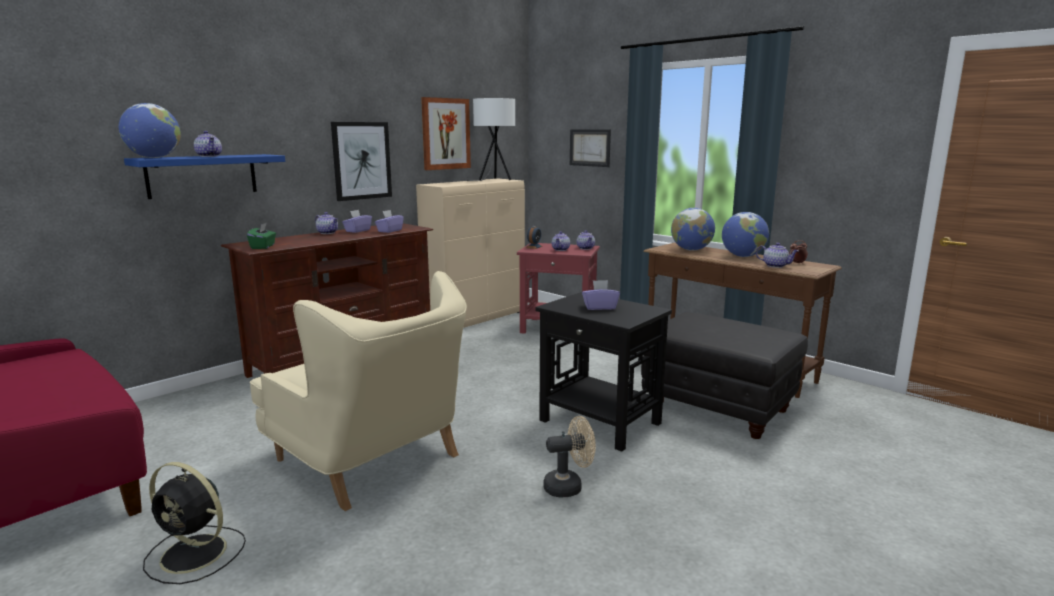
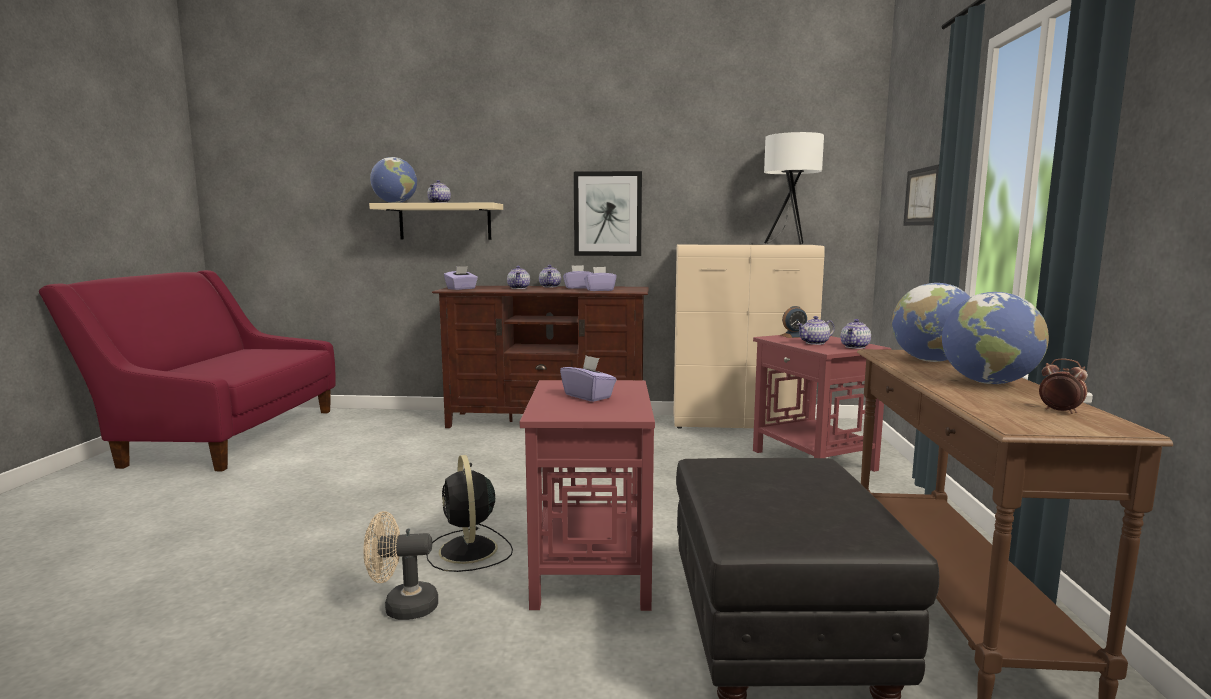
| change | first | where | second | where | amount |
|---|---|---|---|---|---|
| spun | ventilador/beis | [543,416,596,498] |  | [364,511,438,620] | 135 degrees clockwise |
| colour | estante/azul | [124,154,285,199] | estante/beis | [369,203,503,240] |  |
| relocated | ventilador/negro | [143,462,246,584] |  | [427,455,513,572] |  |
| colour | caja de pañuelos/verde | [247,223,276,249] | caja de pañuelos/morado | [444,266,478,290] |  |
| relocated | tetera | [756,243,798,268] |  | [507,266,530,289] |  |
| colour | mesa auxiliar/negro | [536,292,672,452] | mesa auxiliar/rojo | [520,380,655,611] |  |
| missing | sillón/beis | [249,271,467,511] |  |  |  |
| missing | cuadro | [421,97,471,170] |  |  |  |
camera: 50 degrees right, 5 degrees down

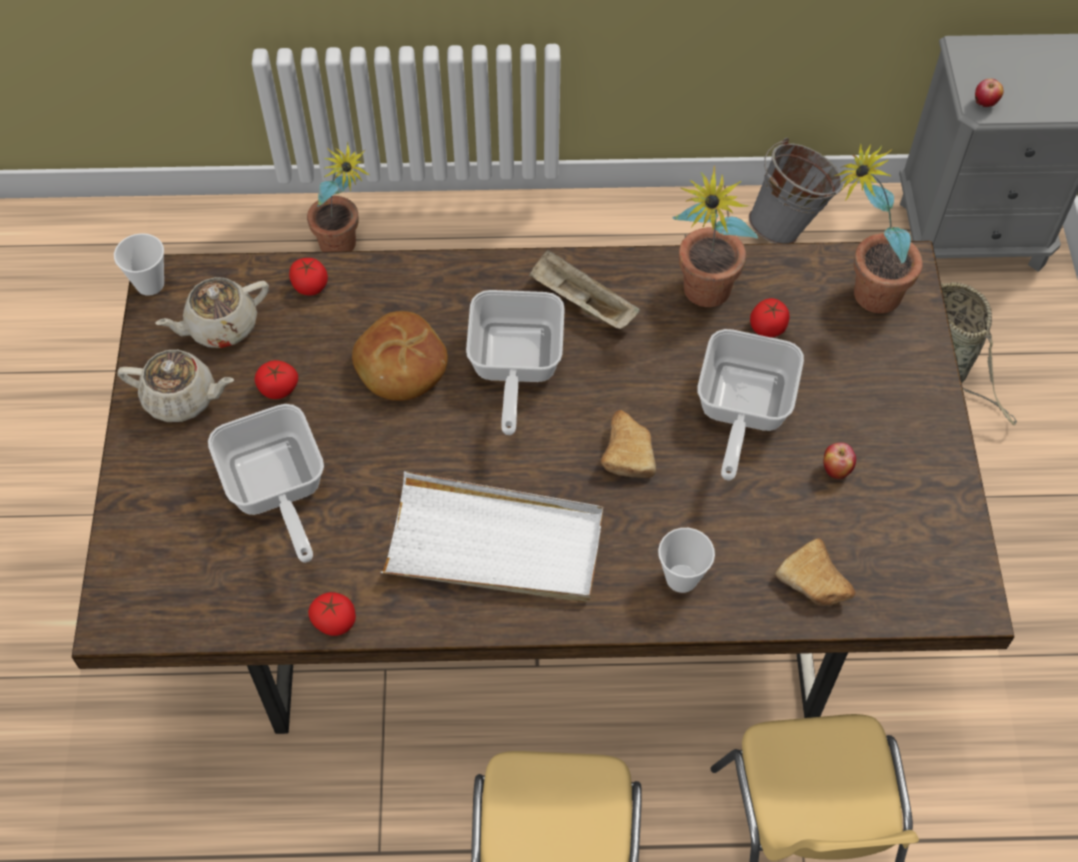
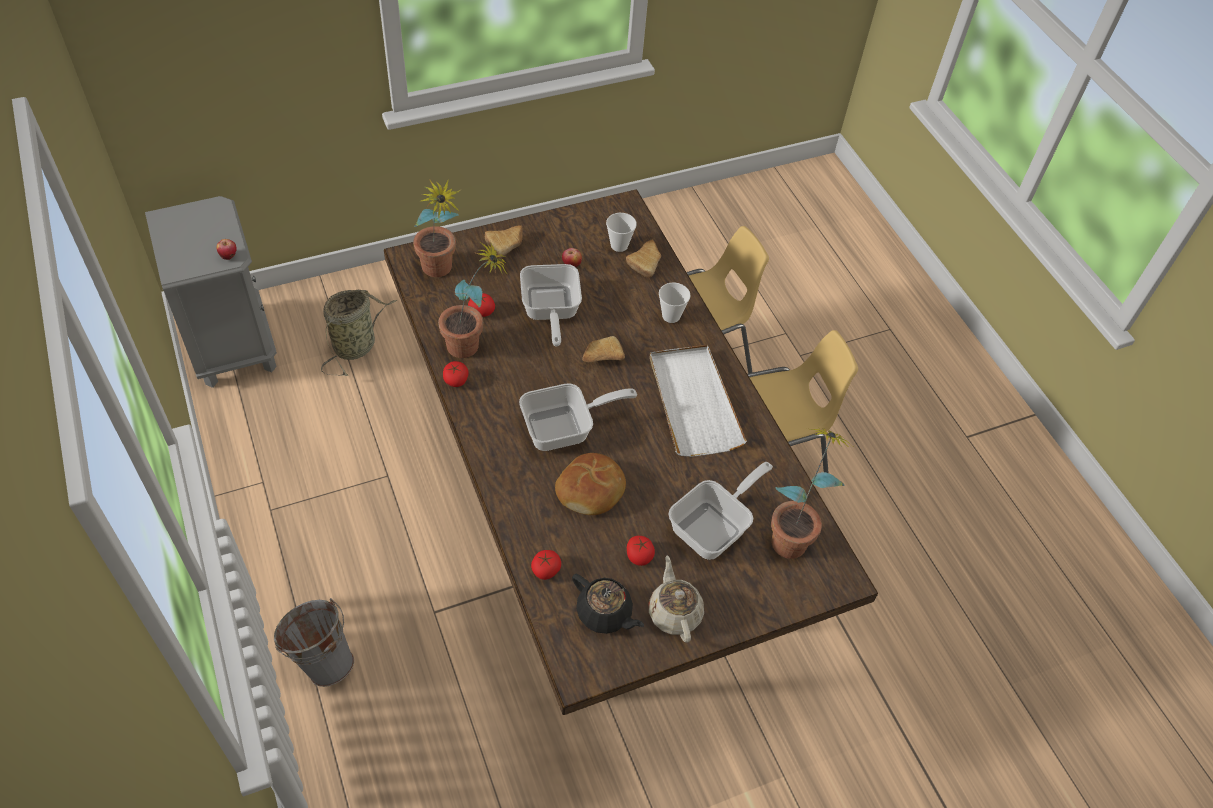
| change | first | where | second | where | amount |
|---|---|---|---|---|---|
| relocated | cubo/gris | [749,138,843,244] |  | [274,598,354,687] |  |
| relocated | tomate | [308,592,356,636] |  | [443,361,468,387] |  |
| appeared |  |  | pan | [485,225,523,259] |  |
| spun | sartén | [697,329,804,481] |  | [520,264,582,346] | 90 degrees clockwise |
| colour | tetera/beis | [155,277,269,348] | tetera/negro | [572,574,644,634] |  |
| relocated | taza | [114,233,164,296] |  | [606,213,637,252] |  |
| relocated | planta en maceta | [307,142,370,252] |  | [771,428,852,559] |  |
| missing | bandeja/beis | [529,249,640,329] |  |  |  |
camera: 115 degrees left, 5 degrees down

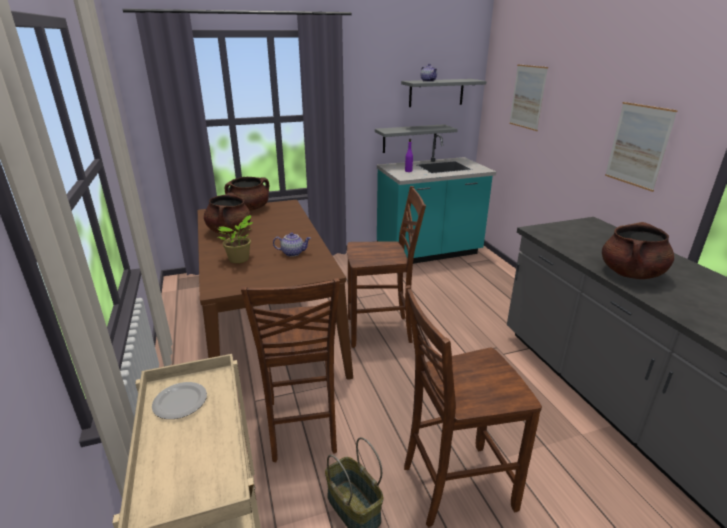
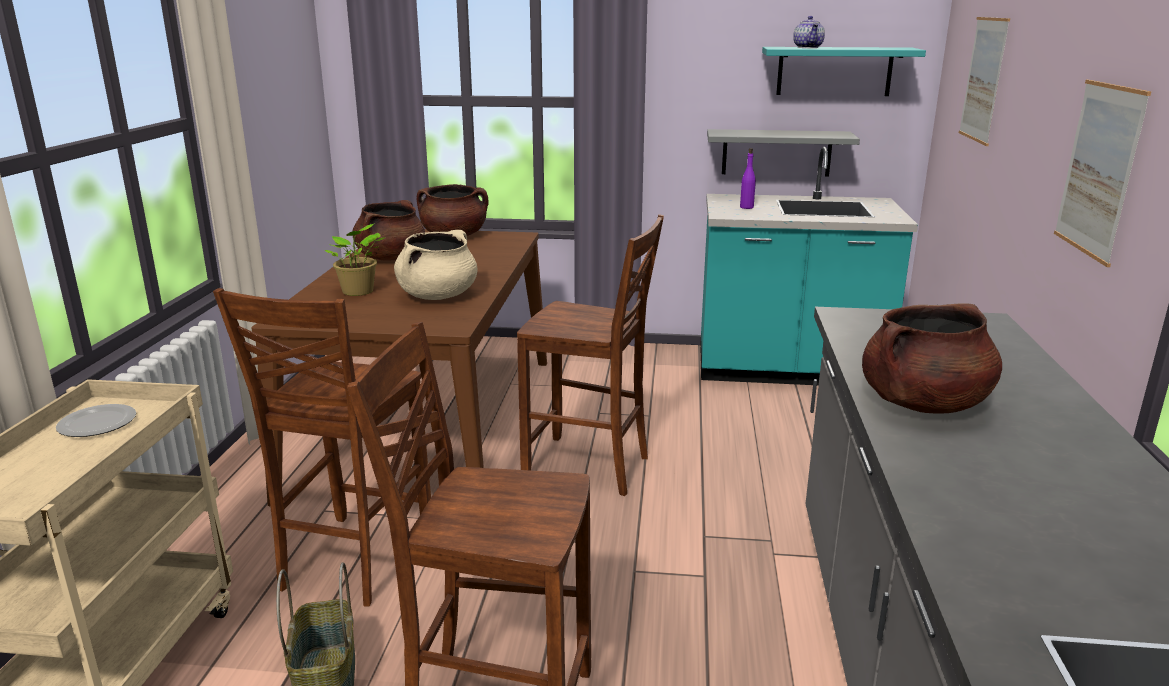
| change | first | where | second | where | amount |
|---|---|---|---|---|---|
| exchanged | tetera | [273,232,311,257] | olla/beis | [394,230,478,300] |  |
| colour | estante/gris | [401,79,487,107] | estante/turquesa | [762,47,926,96] |  |
camera: 25 degrees right, 5 degrees down

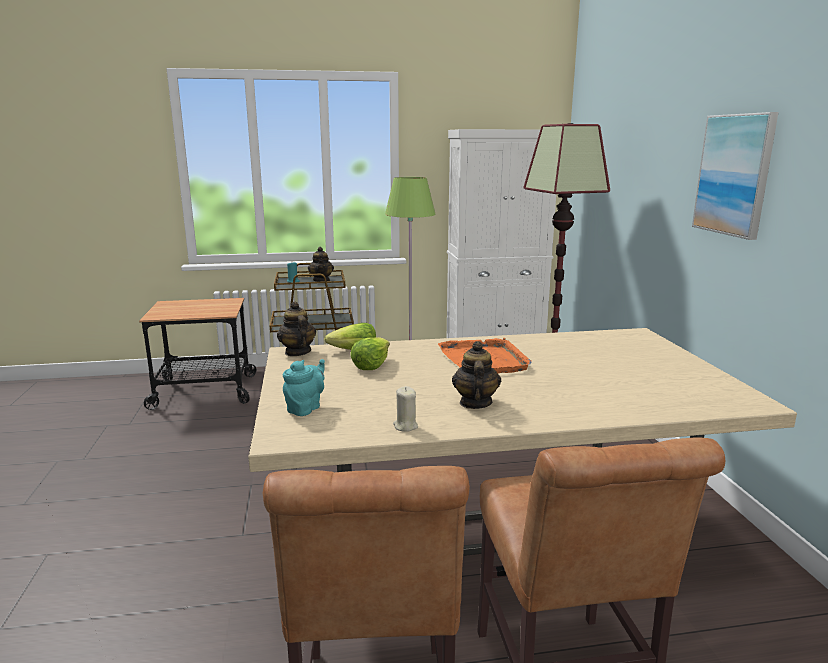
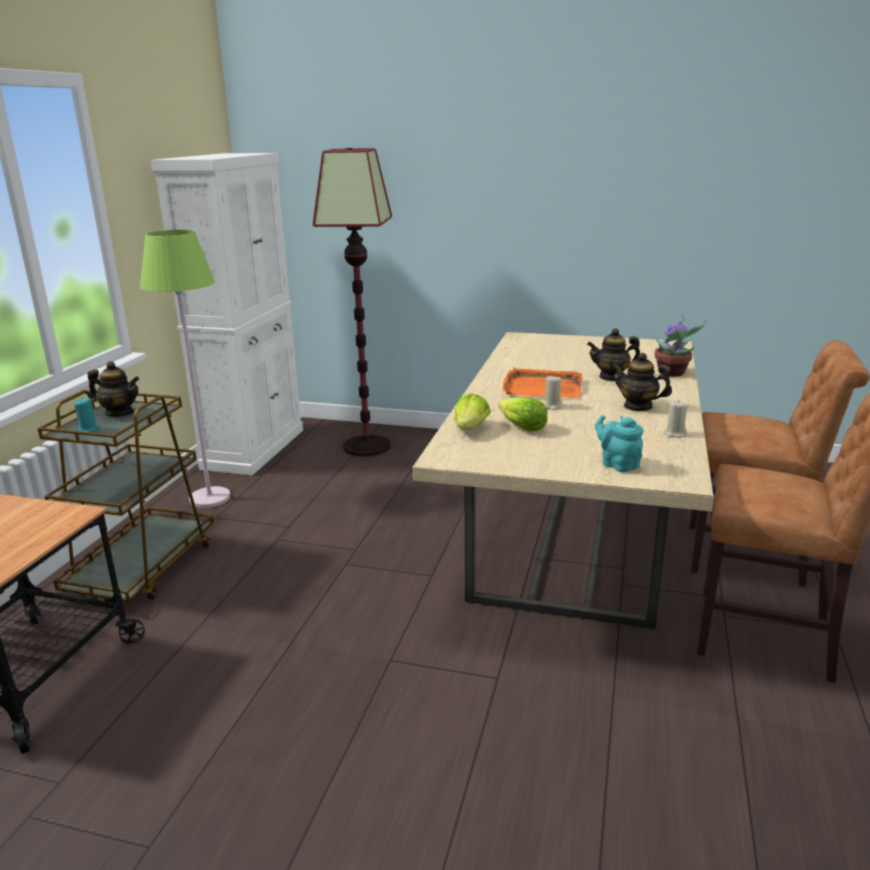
| change | first | where | second | where | amount |
|---|---|---|---|---|---|
| appeared |  |  | vela/beis | [544,376,563,410] |  |
| relocated | tetera | [277,301,316,356] |  | [587,328,640,381] |  |
| appeared |  |  | planta en maceta | [655,316,706,377] |  |
| missing | cuadro | [692,112,779,240] |  |  |  |
camera: 65 degrees left, 5 degrees up

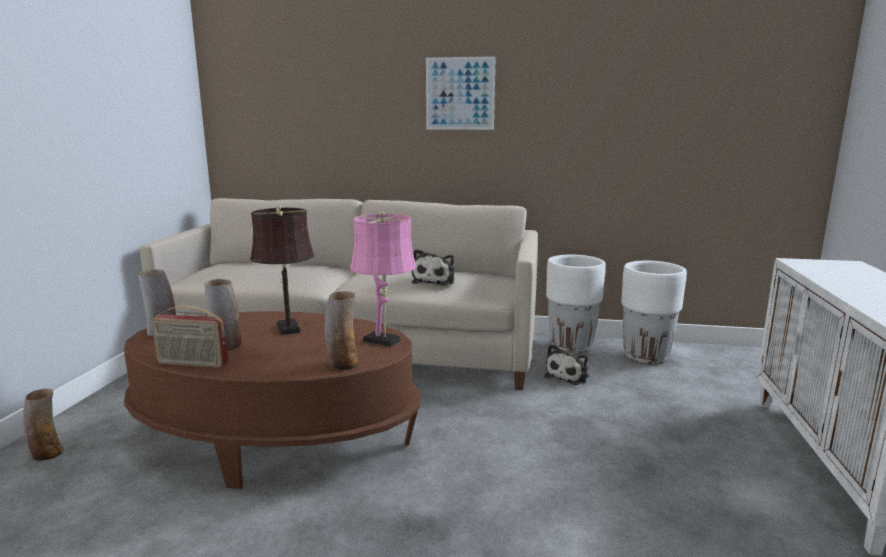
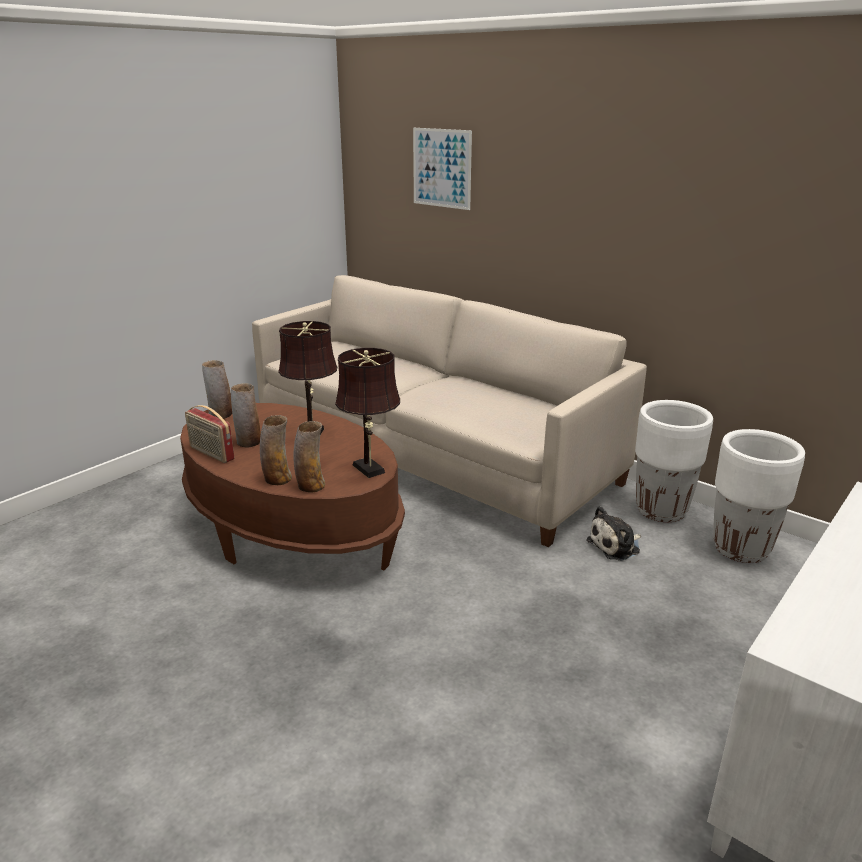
| change | first | where | second | where | amount |
|---|---|---|---|---|---|
| relocated | florero | [23,389,64,461] |  | [260,415,292,485] |  |
| colour | lámpara de mesa/rosa | [350,211,417,347] | lámpara de mesa/marrón | [335,348,400,478] |  |
| relocated | cuadro | [426,56,496,130] |  | [413,128,472,210] |  |
| missing | peluche | [412,249,455,285] |  |  |  |
camera: 30 degrees right, 10 degrees up

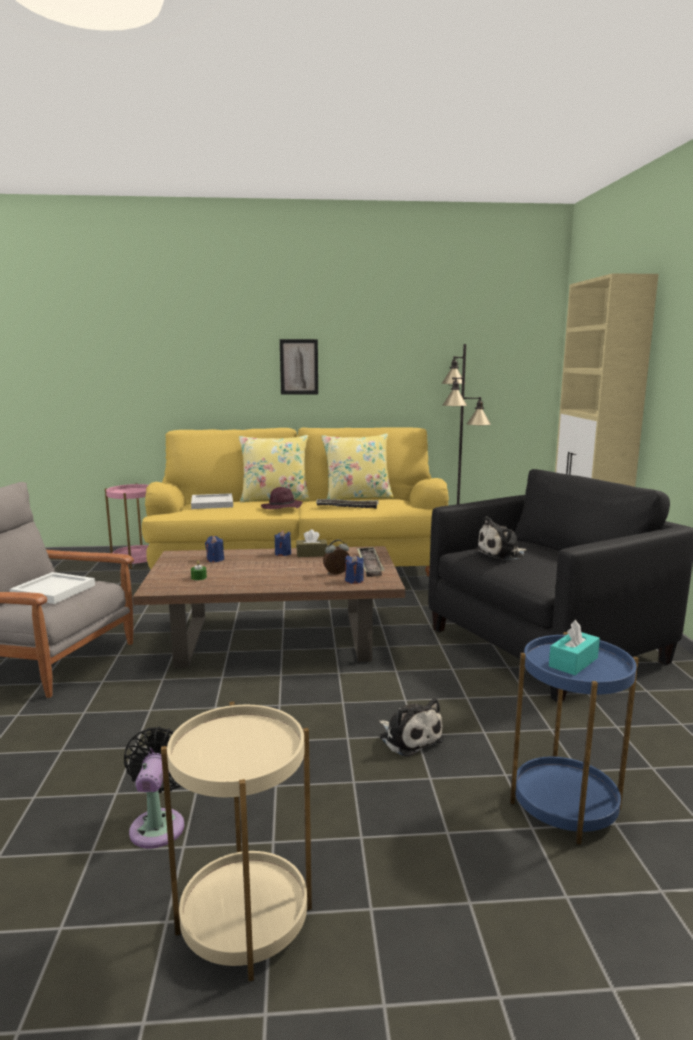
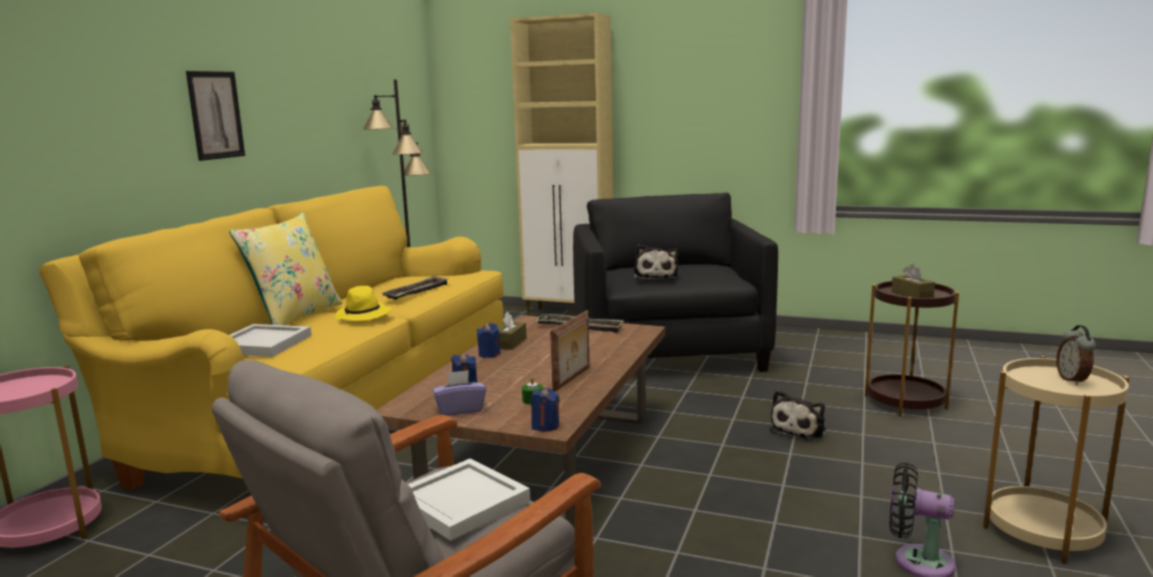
| change | first | where | second | where | amount |
|---|---|---|---|---|---|
| colour | sombrero/morado | [261,487,303,509] | sombrero/amarillo | [335,286,392,321] |  |
| appeared |  |  | caja de pañuelos/morado | [433,370,486,416] |  |
| relocated | vela/azul | [345,555,364,584] |  | [530,388,560,432] |  |
| appeared |  |  | portarretratos | [550,310,590,392] |  |
| spun | peluche | [379,698,444,757] |  | [770,390,826,440] | 135 degrees clockwise |
| colour | mesa auxiliar/azul | [510,632,639,845] | mesa auxiliar/marrón | [865,281,959,417] |  |
| colour | caja de pañuelos/turquesa | [549,620,600,675] | caja de pañuelos/marrón | [891,264,935,298] |  |
| relocated | despertador | [323,540,350,574] |  | [1056,325,1096,385] |  |
| missing | cojín/amarillo | [321,433,394,500] |  |  |  |
camera: 65 degrees left, 0 degrees up

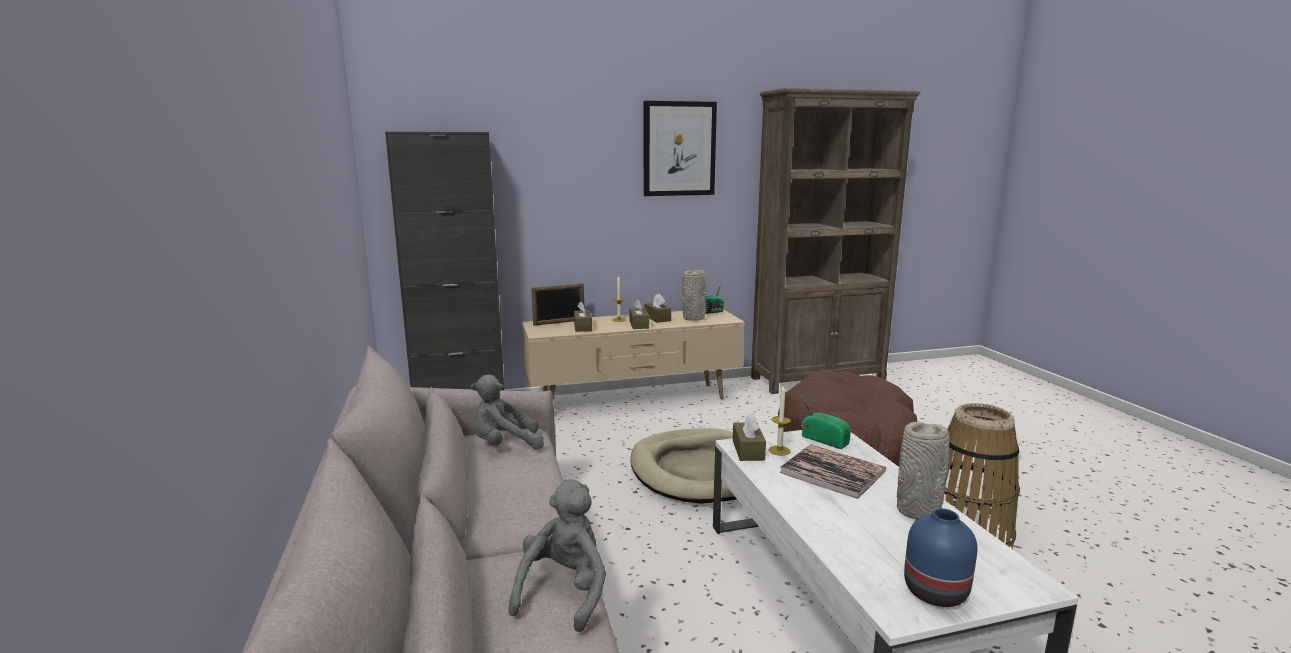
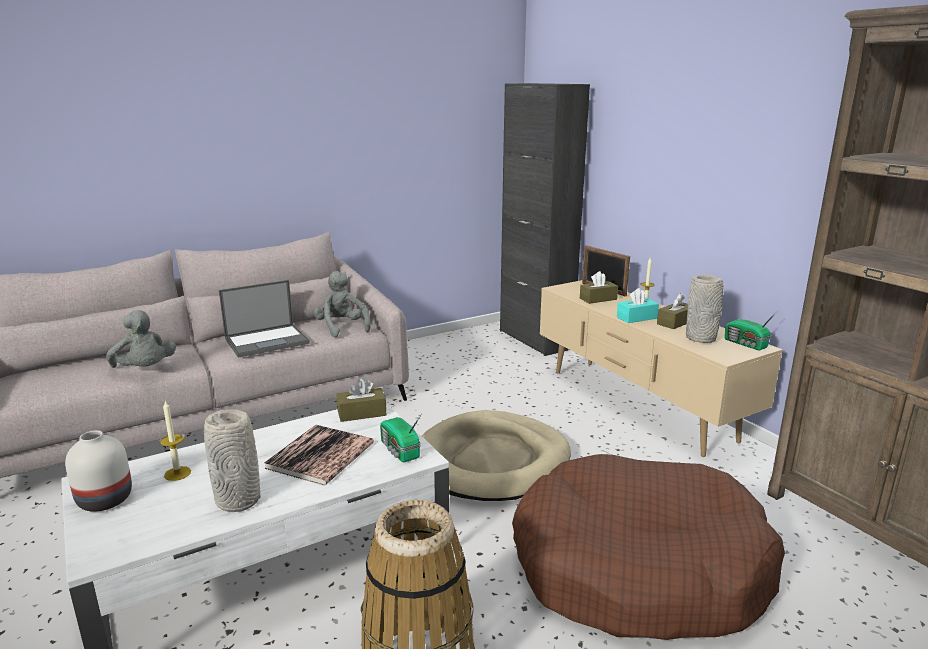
| change | first | where | second | where | amount |
|---|---|---|---|---|---|
| colour | florero/azul | [904,508,977,607] | florero/blanco | [65,430,132,512] |  |
| spun | peluche/gris | [508,479,606,632] |  | [106,310,176,368] | 45 degrees clockwise |
| relocated | vela | [769,384,791,456] |  | [160,401,191,481] |  |
| appeared |  |  | portátil | [219,280,310,358] |  |
| spun | radio | [800,394,851,449] |  | [380,415,421,462] | 120 degrees clockwise |
| colour | caja de pañuelos/marrón | [629,299,649,329] | caja de pañuelos/turquesa | [617,288,659,323] |  |
| missing | cuadro | [644,101,717,196] |  |  |  |
camera: 75 degrees right, 5 degrees up

